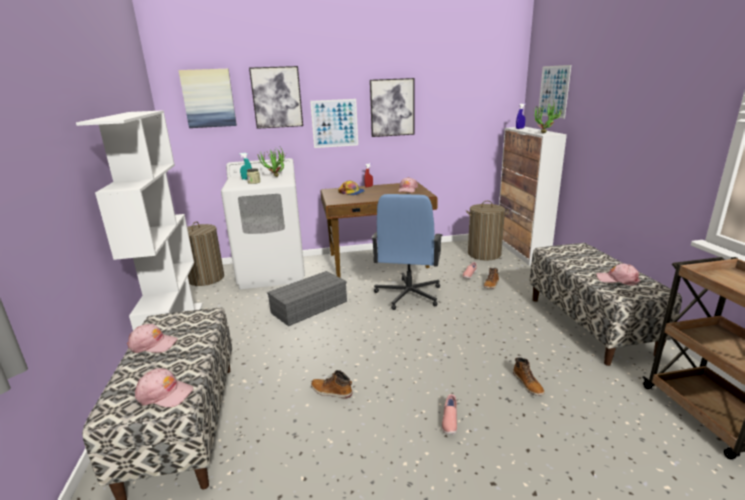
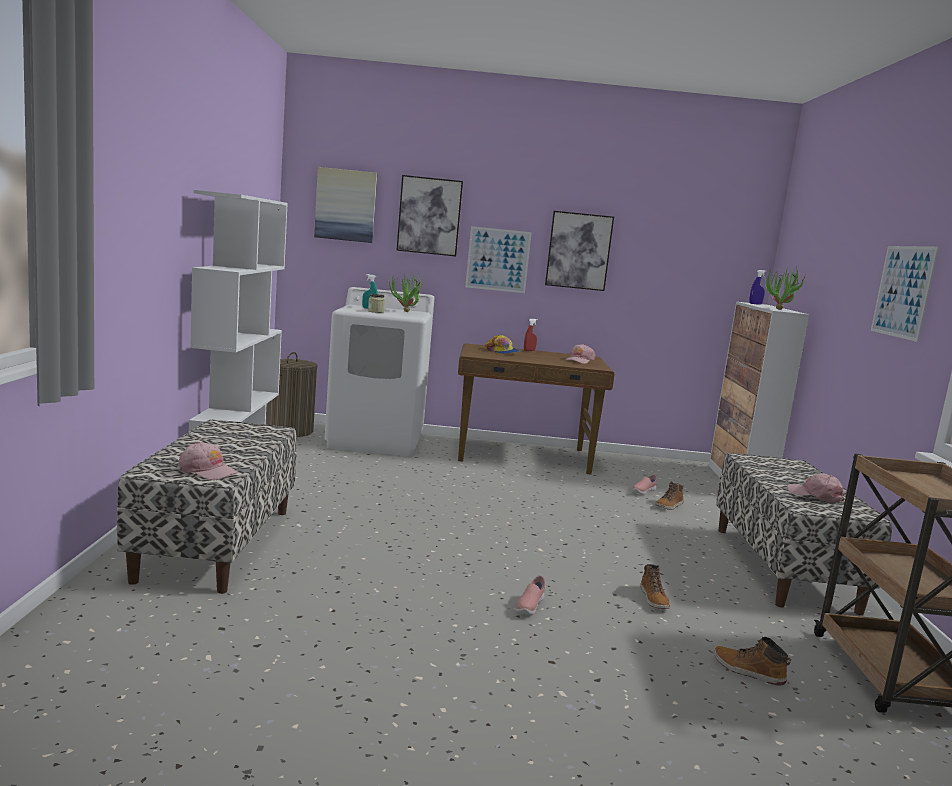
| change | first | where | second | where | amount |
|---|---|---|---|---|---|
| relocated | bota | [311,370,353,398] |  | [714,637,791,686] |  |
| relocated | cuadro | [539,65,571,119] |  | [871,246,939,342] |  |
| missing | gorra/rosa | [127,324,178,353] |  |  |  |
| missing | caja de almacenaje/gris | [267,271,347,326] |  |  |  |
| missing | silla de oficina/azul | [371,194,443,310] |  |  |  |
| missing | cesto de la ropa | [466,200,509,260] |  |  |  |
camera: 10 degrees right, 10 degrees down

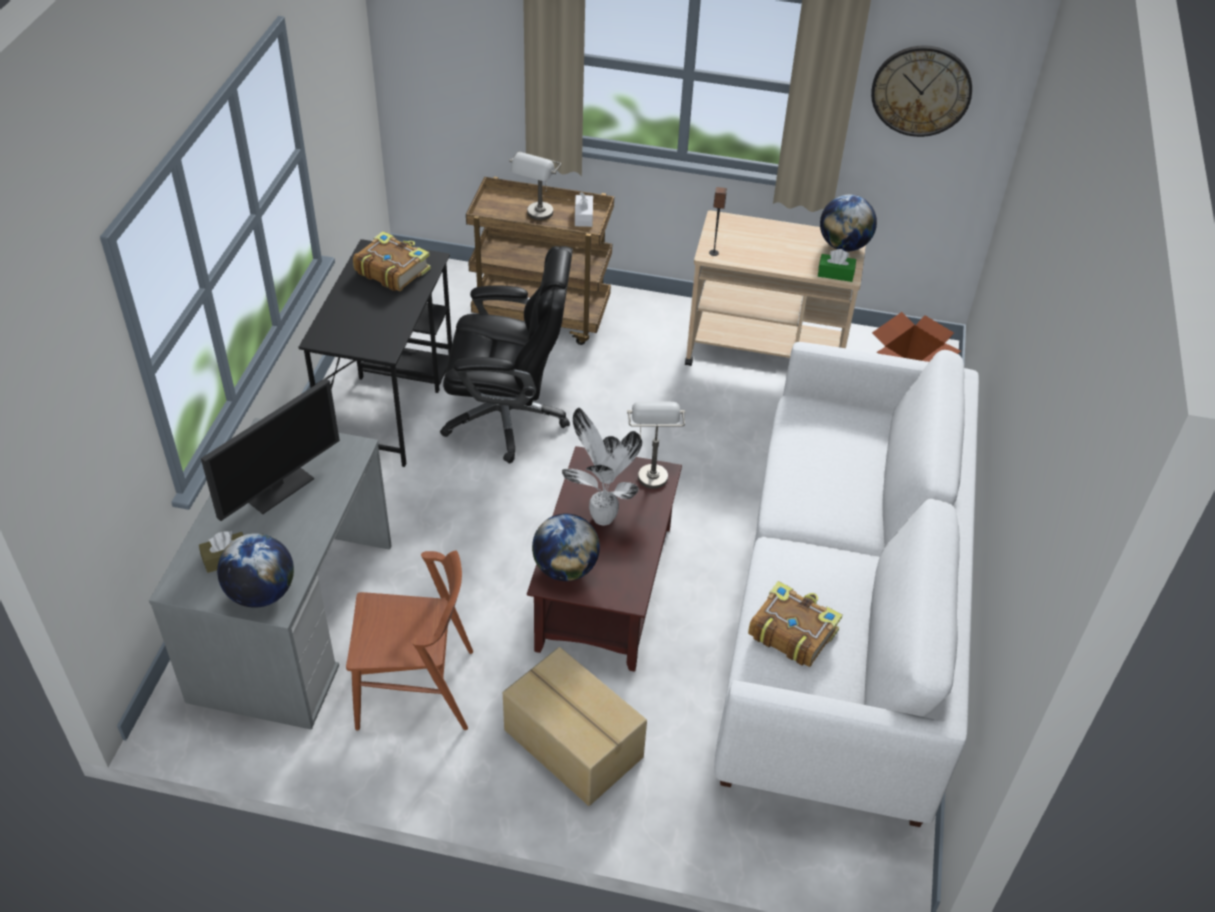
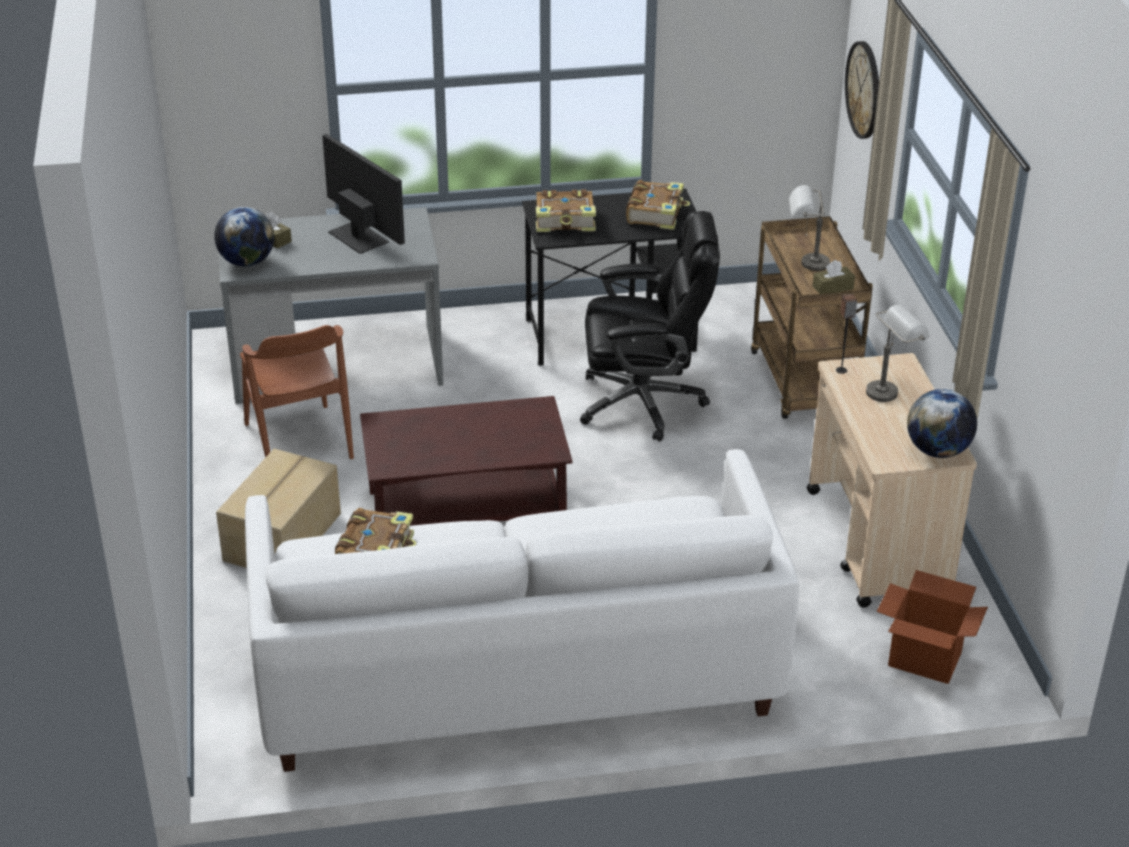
| change | first | where | second | where | amount |
|---|---|---|---|---|---|
| spun | monitor | [201,378,340,521] |  | [322,134,405,254] | 150 degrees counterclockwise |
| appeared |  |  | libro | [536,190,596,232] |  |
| spun | silla de oficina/negro | [440,246,573,464] |  | [580,211,720,442] | 75 degrees counterclockwise |
| colour | caja de pañuelos/blanco | [575,192,593,227] | caja de pañuelos/marrón | [812,260,855,294] |  |
| relocated | reloj de pared | [871,45,972,137] |  | [845,41,879,139] |  |
| relocated | lámpara de mesa/gris | [627,402,685,489] |  | [866,305,930,402] |  |
| missing | globo terráqueo | [532,513,600,581] |  |  |  |
| missing | planta en maceta | [562,408,642,525] |  |  |  |
| missing | caja de pañuelos/verde | [818,249,856,282] |  |  |  |
camera: 70 degrees right, 10 degrees down

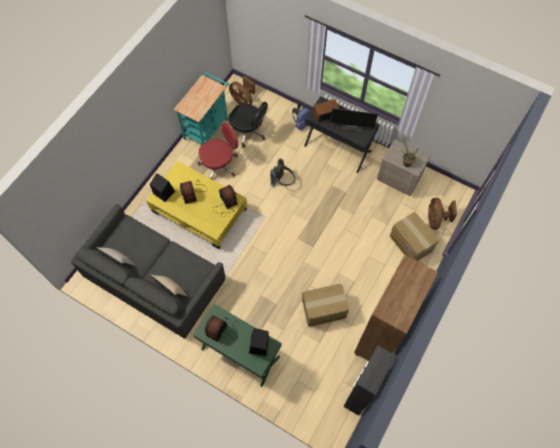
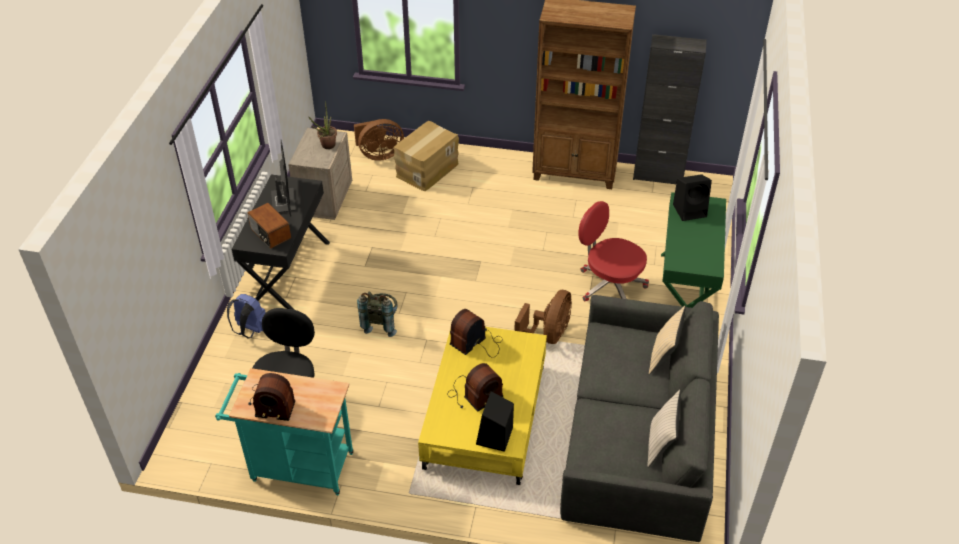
| change | first | where | second | where | amount |
|---|---|---|---|---|---|
| relocated | radio | [205,315,238,342] |  | [248,373,295,421] |  |
| relocated | ventilador/marrón | [229,76,255,105] |  | [514,290,572,344] |  |
| relocated | silla de oficina/rojo | [198,122,238,180] |  | [579,201,649,301] |  |
| missing | caja de cartón | [302,284,349,327] |  |  |  |
camera: 110 degrees left, 20 degrees down

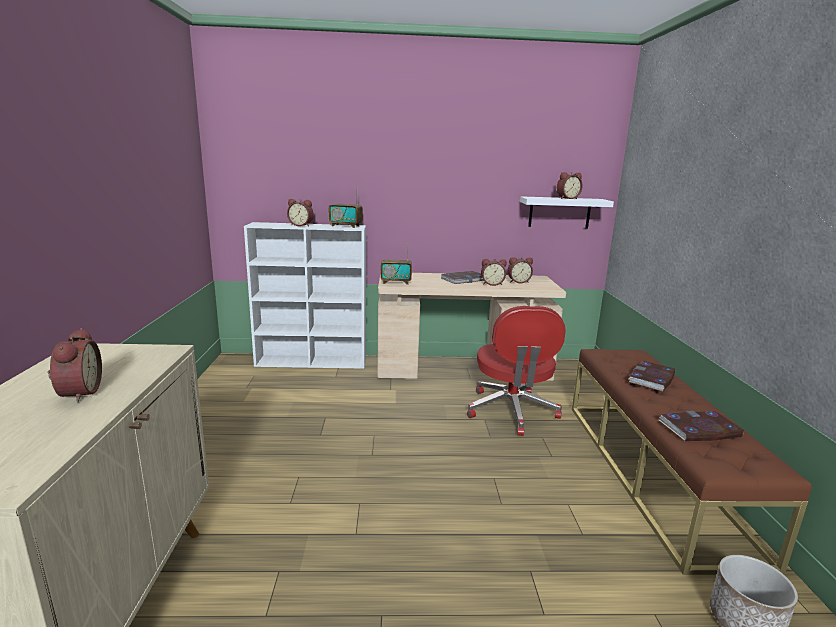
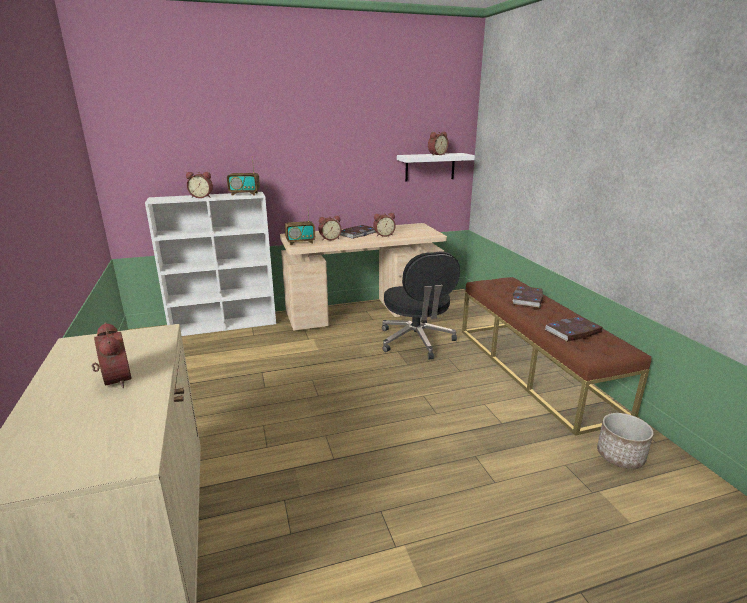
| change | first | where | second | where | amount |
|---|---|---|---|---|---|
| relocated | despertador | [507,257,533,283] |  | [318,216,342,241] |  |
| colour | silla de oficina/rojo | [467,306,566,436] | silla de oficina/negro | [382,252,460,359] |  |
camera: 15 degrees left, 5 degrees up

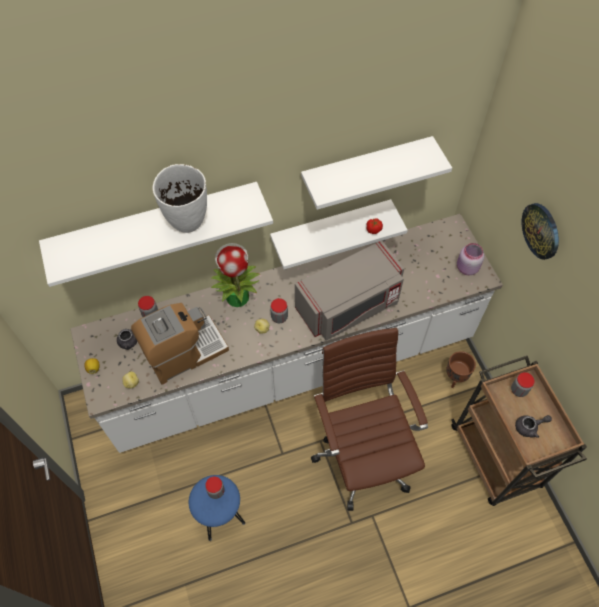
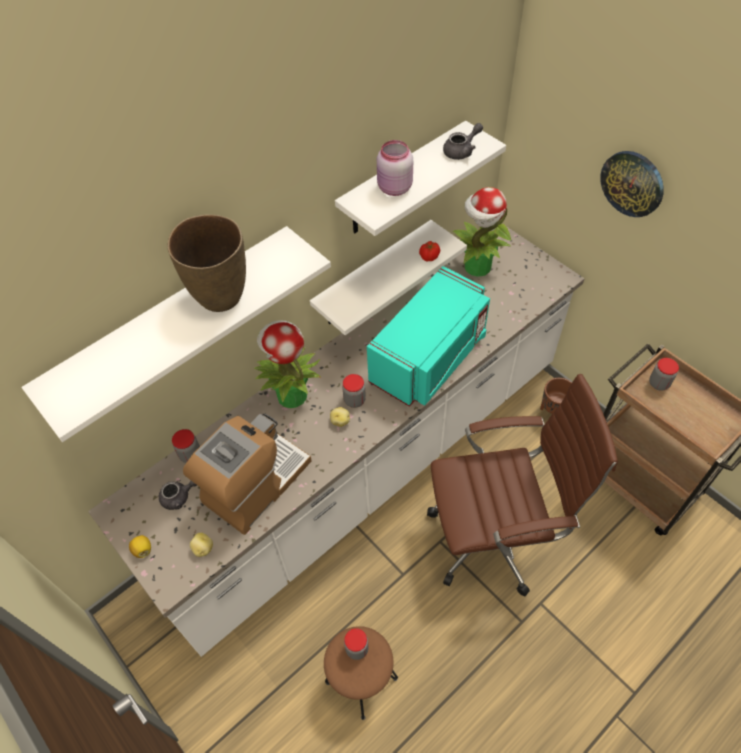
| change | first | where | second | where | amount |
|---|---|---|---|---|---|
| colour | florero/blanco | [153,164,207,233] | florero/marrón | [167,214,246,312] |  |
| colour | taburete/azul | [189,475,245,541] | taburete/marrón | [324,626,398,720] |  |
| colour | microondas/gris | [295,240,404,341] | microondas/turquesa | [367,266,490,407] |  |
| relocated | tarro/rosa | [457,243,484,275] |  | [377,140,413,196] |  |
| spun | silla de oficina/marrón | [311,328,428,511] |  | [427,374,618,597] | 120 degrees clockwise |
| relocated | tetera/gris | [515,415,552,438] |  | [443,123,483,160] |  |
| appeared |  |  | planta en maceta | [453,187,512,277] |  |
camera: 20 degrees left, 5 degrees down

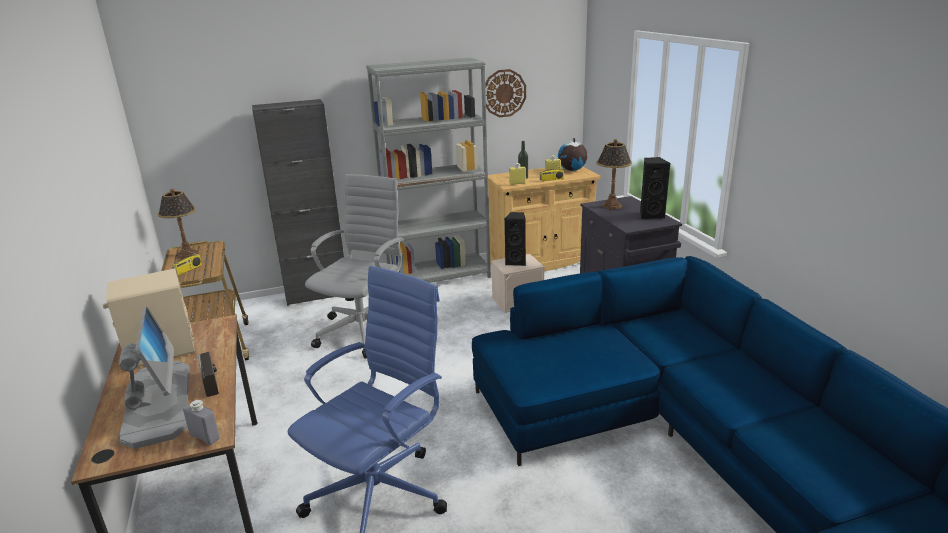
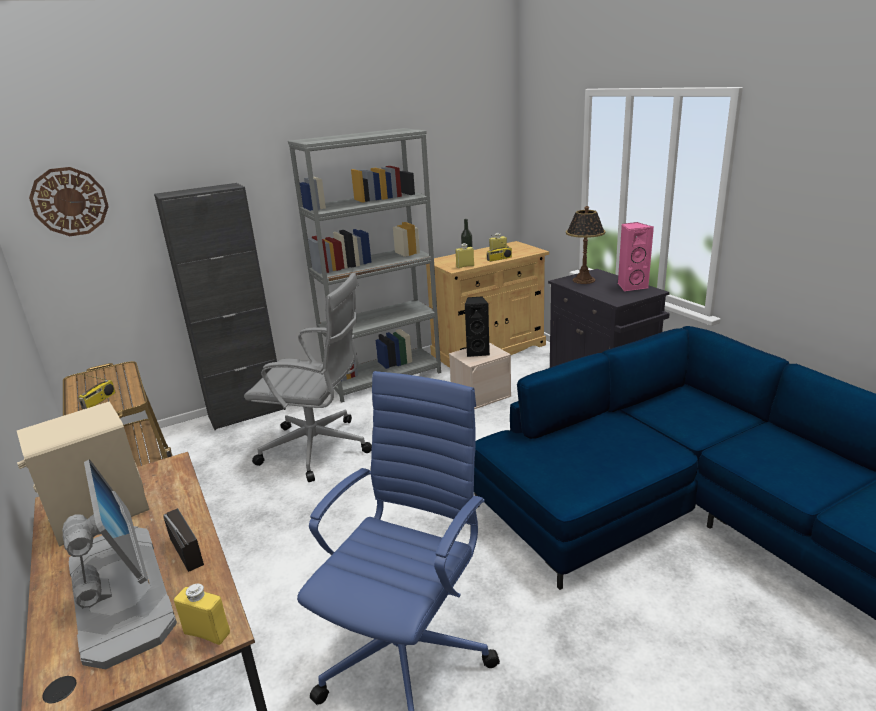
| change | first | where | second | where | amount |
|---|---|---|---|---|---|
| relocated | reloj de pared | [485,69,526,118] |  | [29,167,109,236] |  |
| colour | botella/gris | [183,400,220,445] | botella/amarillo | [174,584,230,645] |  |
| spun | silla de oficina/gris | [305,174,404,359] |  | [244,272,372,482] | 90 degrees clockwise |
| colour | altavoz/negro | [640,157,670,219] | altavoz/rosa | [618,222,654,292] |  |
| missing | lámpara de mesa | [158,189,199,259] |  |  |  |
| missing | globo terráqueo | [558,138,588,171] |  |  |  |
camera: 10 degrees left, 0 degrees up

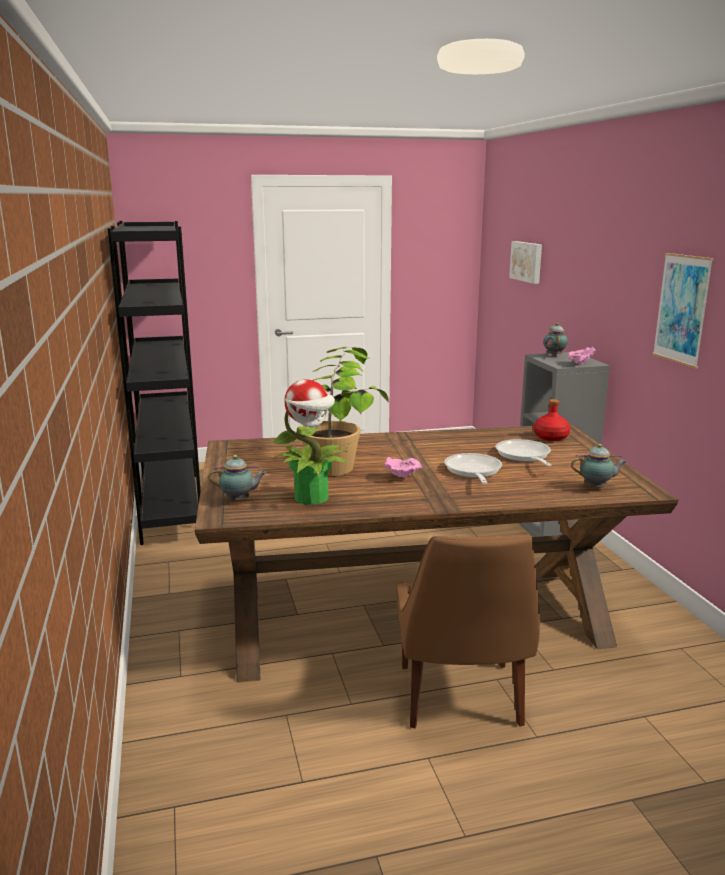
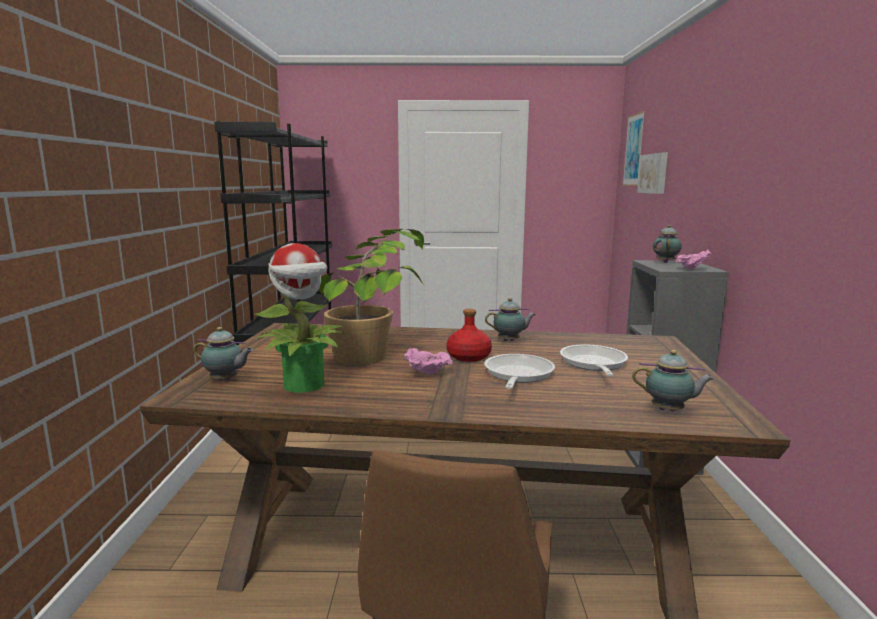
| change | first | where | second | where | amount |
|---|---|---|---|---|---|
| relocated | botella/rojo | [533,399,570,441] |  | [447,309,492,362] |  |
| appeared |  |  | tetera | [485,298,536,341] |  |
| relocated | cuadro | [652,253,714,369] |  | [622,111,645,186] |  |
camera: 15 degrees right, 5 degrees down

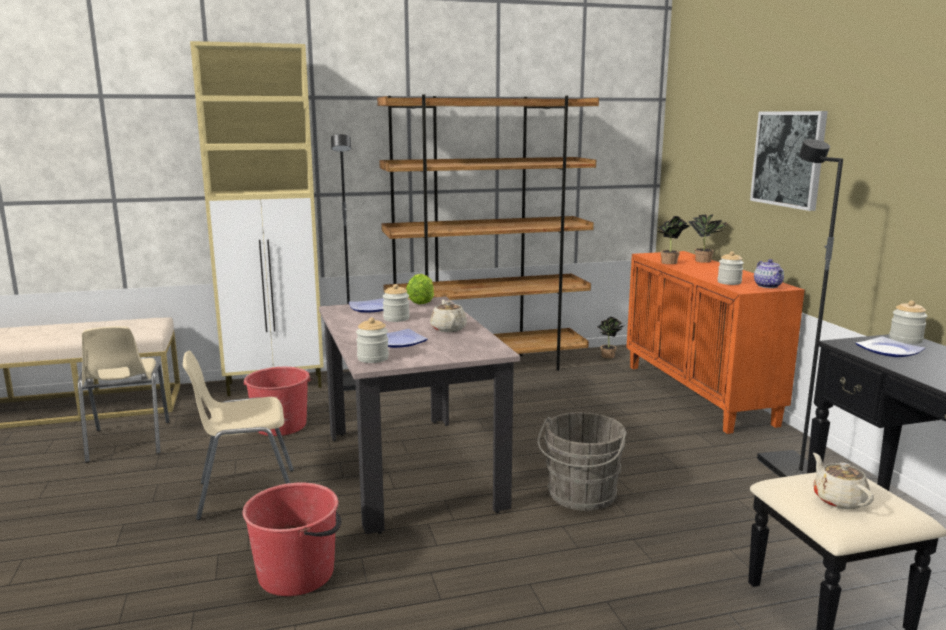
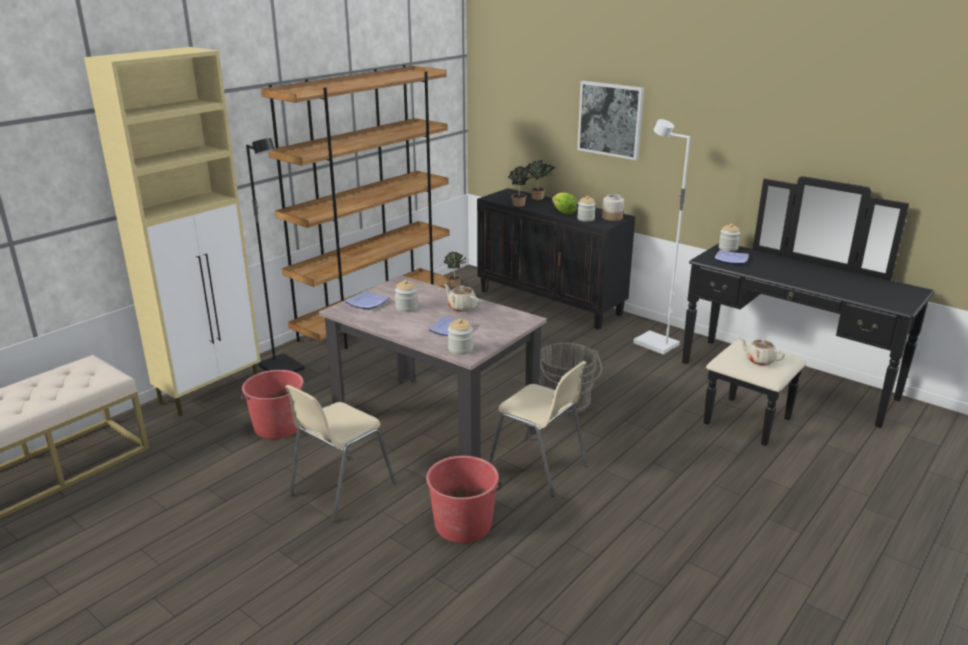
| change | first | where | second | where | amount |
|---|---|---|---|---|---|
| colour | armario/naranja | [626,251,805,434] | armario/negro | [477,188,635,330] |  |
| relocated | silla/beis | [78,326,170,463] |  | [488,361,588,497] |  |
| relocated | lechuga | [406,274,434,304] |  | [552,192,577,214] |  |
| exchanged | tetera | [754,259,784,288] | tarro | [602,194,624,221] |  |
| colour | lámpara de pie/negro | [757,139,843,478] | lámpara de pie/blanco | [633,119,691,355] |  |
camera: 35 degrees left, 10 degrees up

